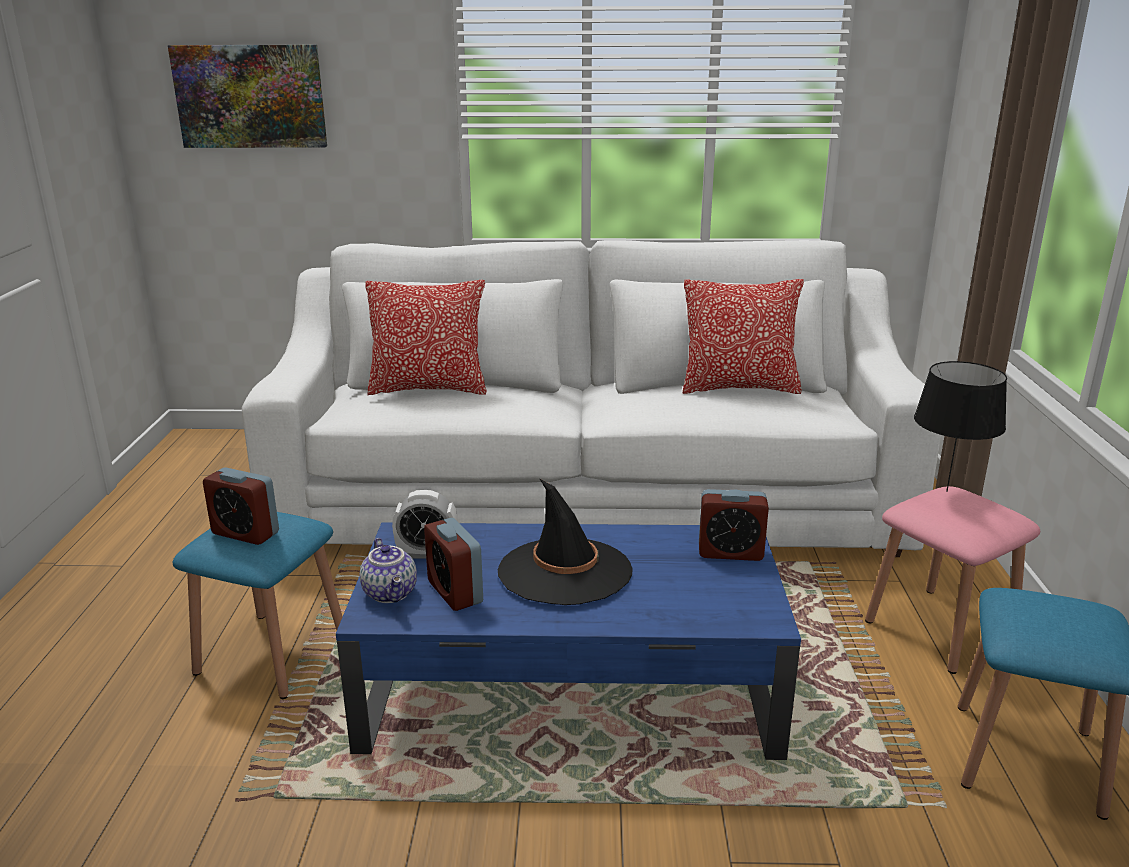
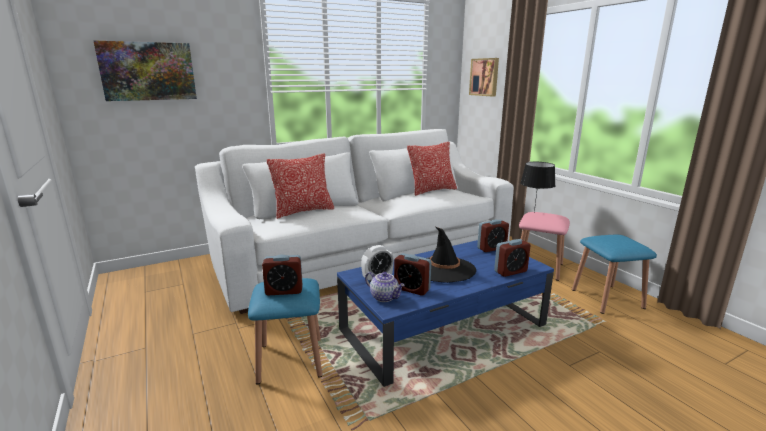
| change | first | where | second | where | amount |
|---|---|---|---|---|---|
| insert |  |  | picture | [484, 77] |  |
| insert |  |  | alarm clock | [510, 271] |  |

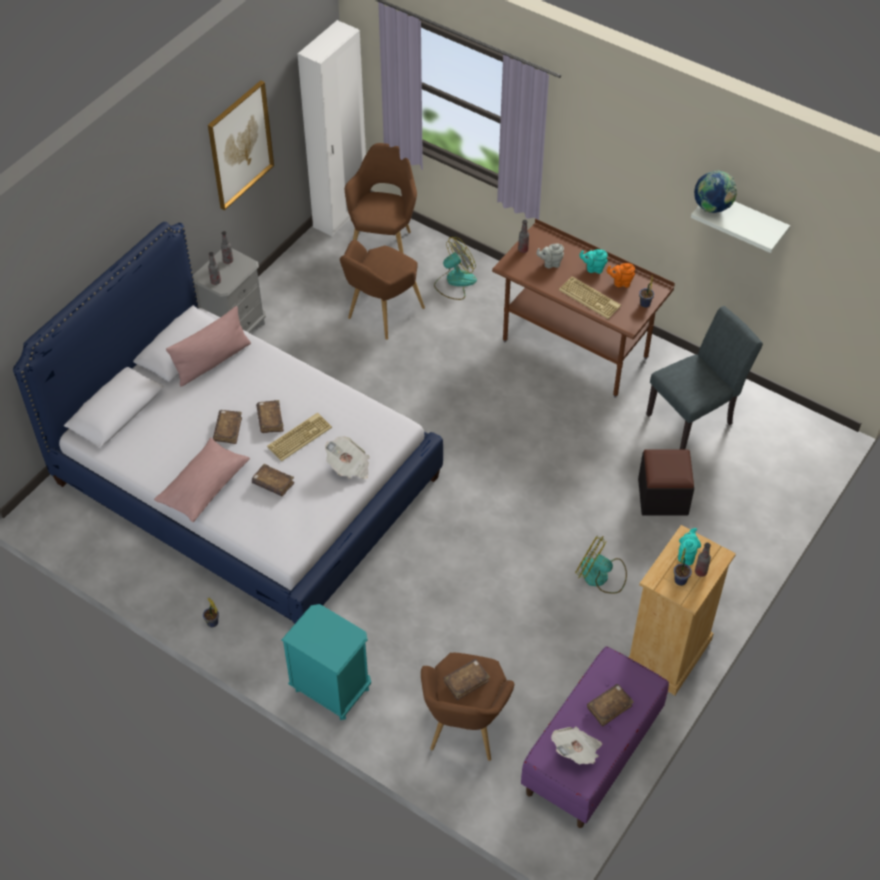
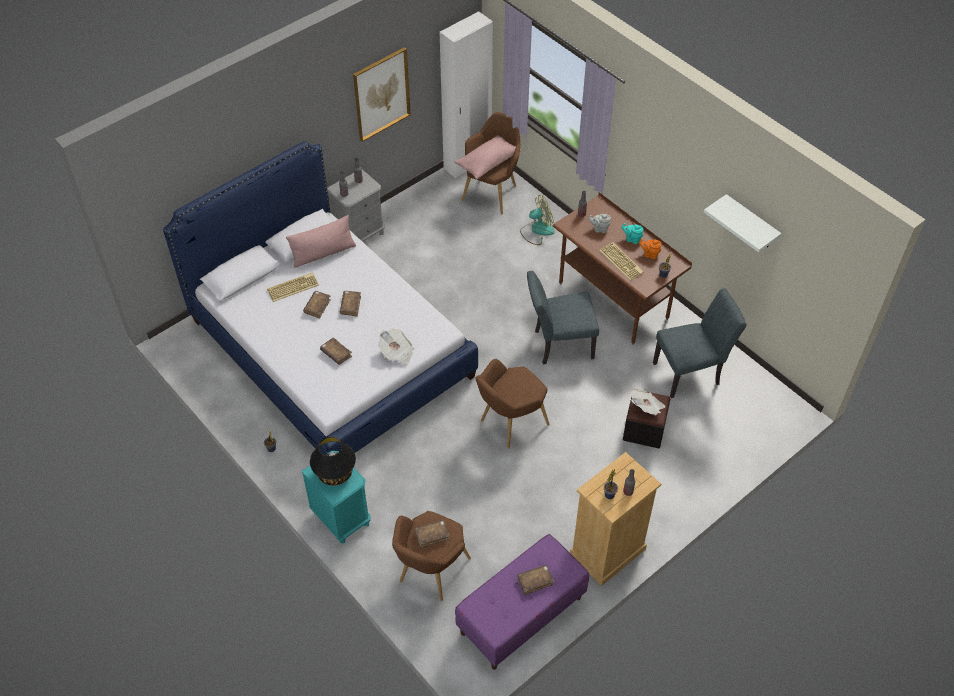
| change | first | where | second | where | amount |
|---|---|---|---|---|---|
| move | pink pillow | [204, 487] |  | [487, 163] |  |
| move | keyboard | [299, 436] |  | [293, 287] |  |
| move | brown armchair | [380, 315] |  | [509, 423] |  |
| move | newspaper | [577, 751] |  | [646, 407] |  |
| delete | fan | [601, 576] |  |  |  |
| delete | turquoise teapot | [687, 555] |  |  |  |
| delete | globe | [712, 208] |  |  |  |
| insert |  |  | black table lamp | [334, 473] |  |
| insert |  |  | grey chair | [558, 345] |  |

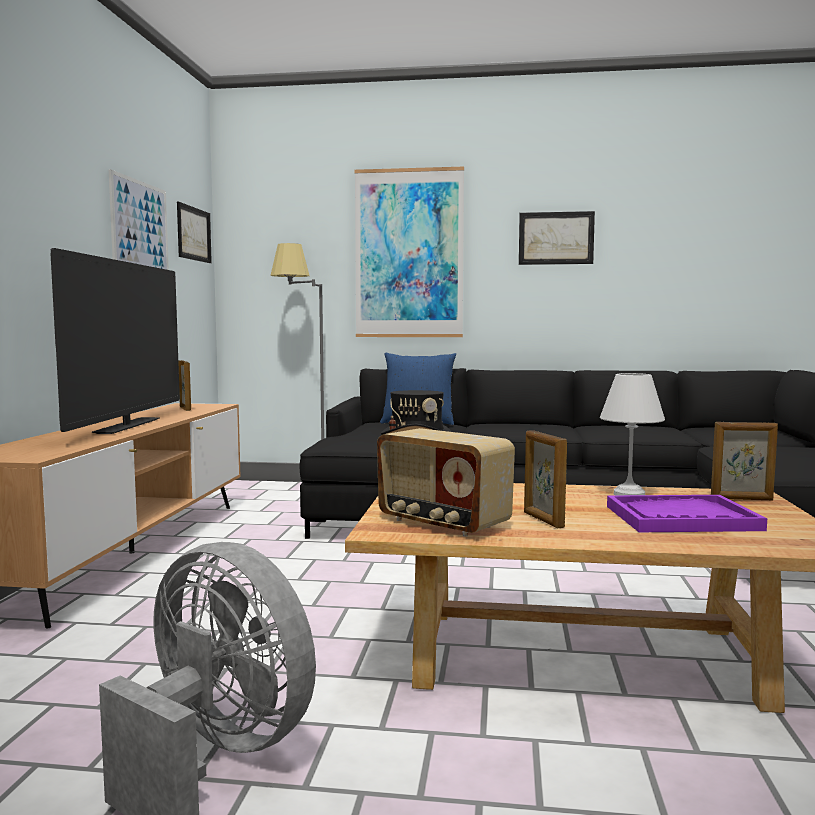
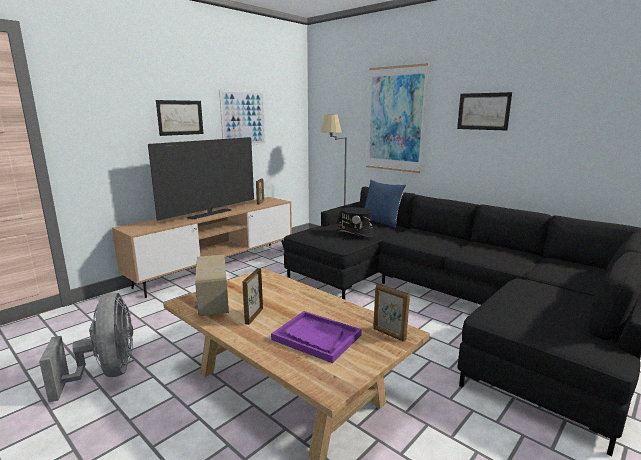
| change | first | where | second | where | amount |
|---|---|---|---|---|---|
| move | picture | [194, 234] |  | [180, 117] |  |
| delete | white table lamp | [628, 494] |  |  |  |

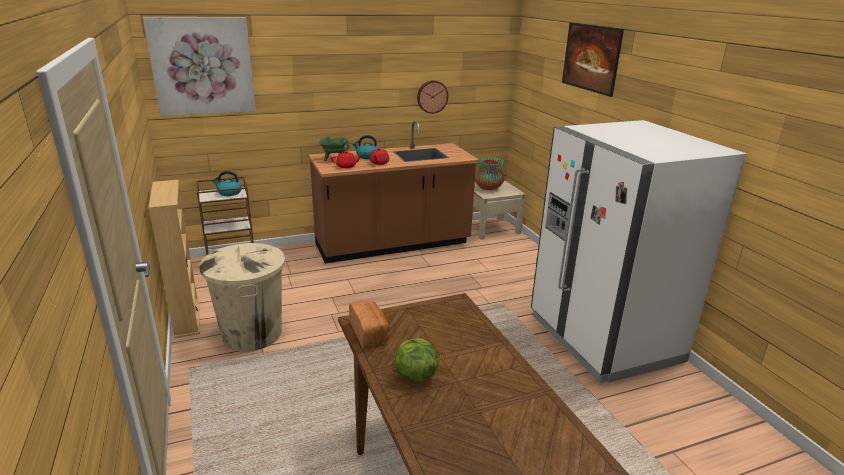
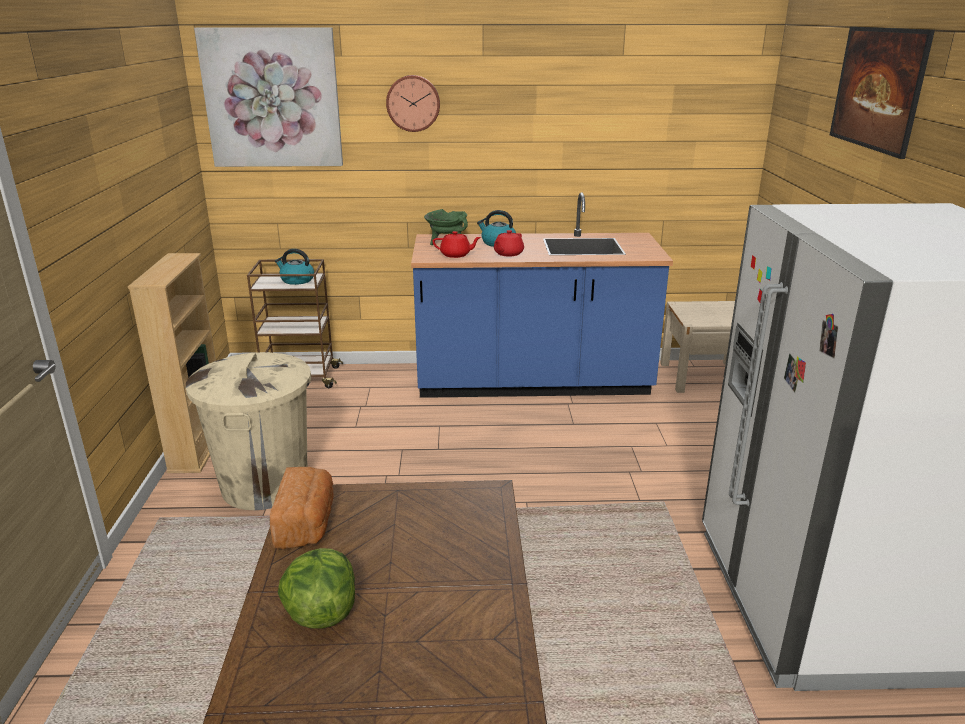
| change | first | where | second | where | amount |
|---|---|---|---|---|---|
| recolor | brown counter | [393, 245] | blue counter | [533, 384] |  |
| move | wall clock | [432, 96] |  | [413, 103] |  |
| delete | vase | [488, 188] |  |  |  |

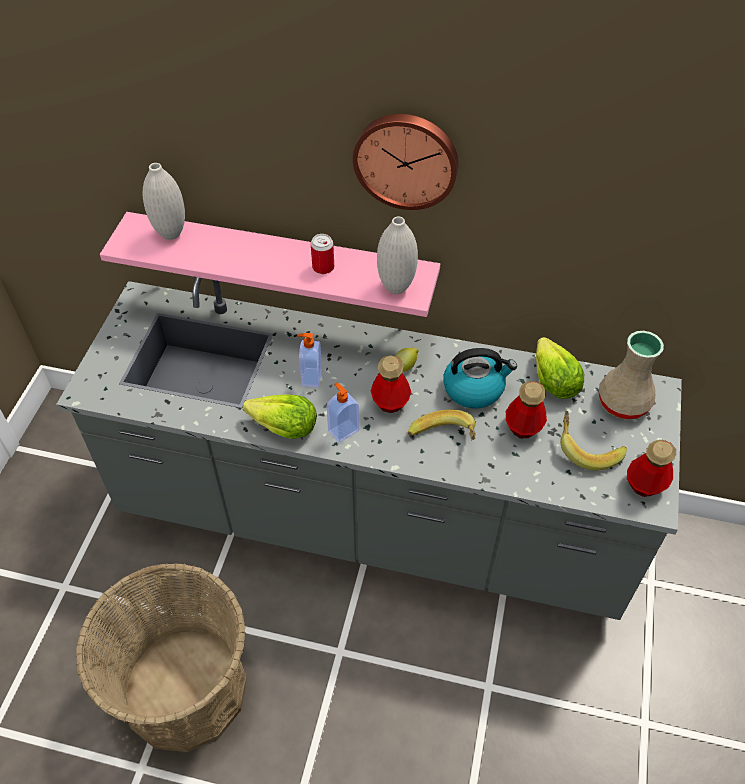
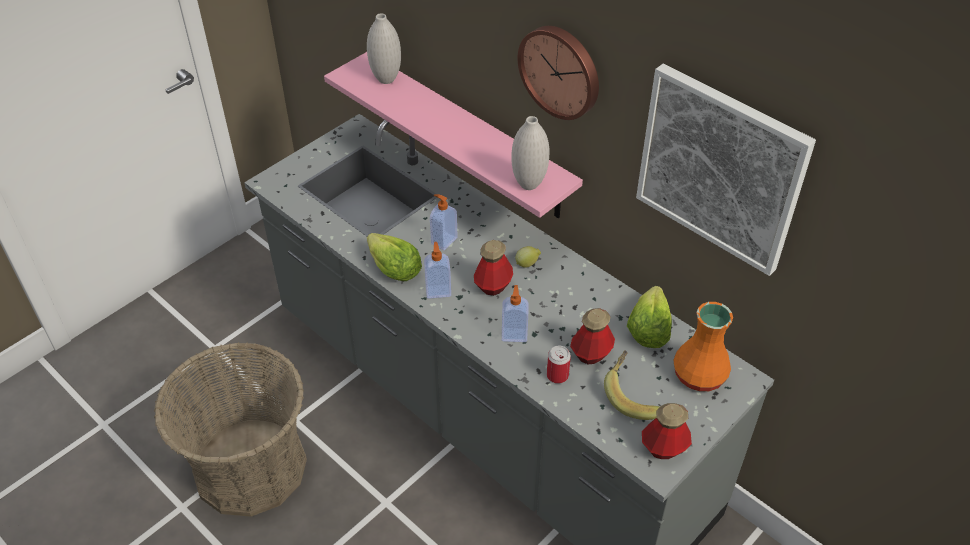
| change | first | where | second | where | amount |
|---|---|---|---|---|---|
| move | can | [323, 267] |  | [557, 375] |  |
| replace | banana | [444, 440] | soap dispenser | [514, 334] |  |
| delete | kettle | [474, 388] |  |  |  |
| recolor | beige vase | [623, 404] | orange vase | [698, 375] |  |
| insert |  |  | picture | [720, 168] |  |

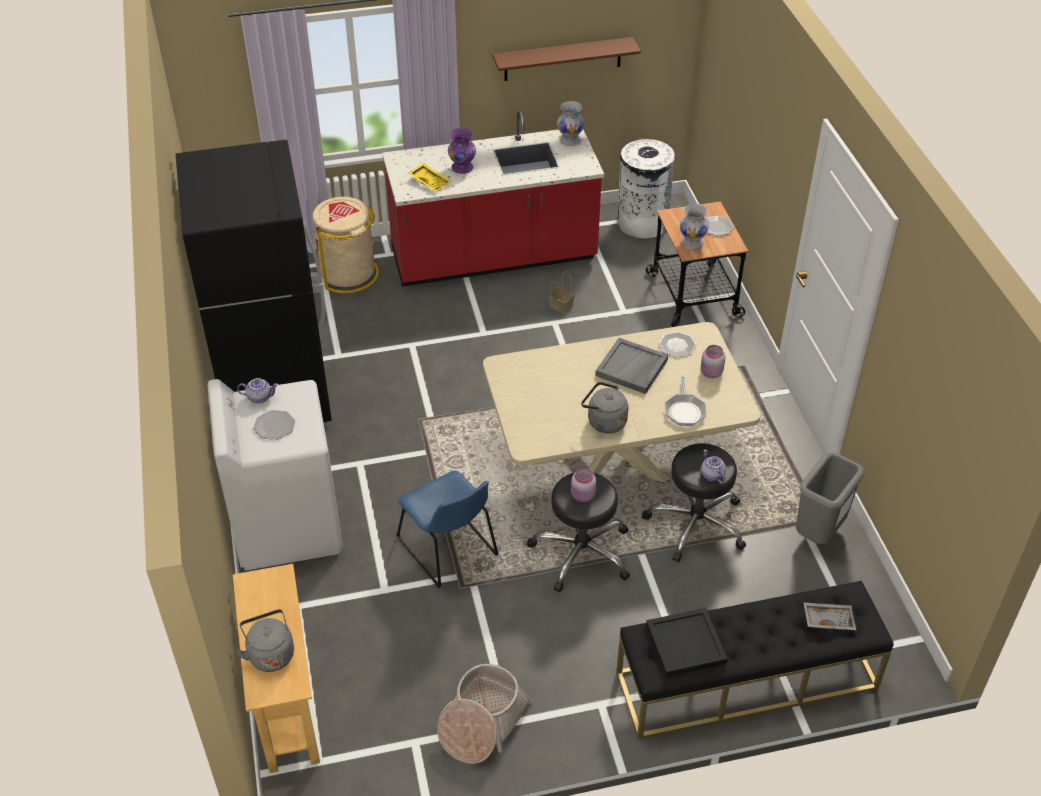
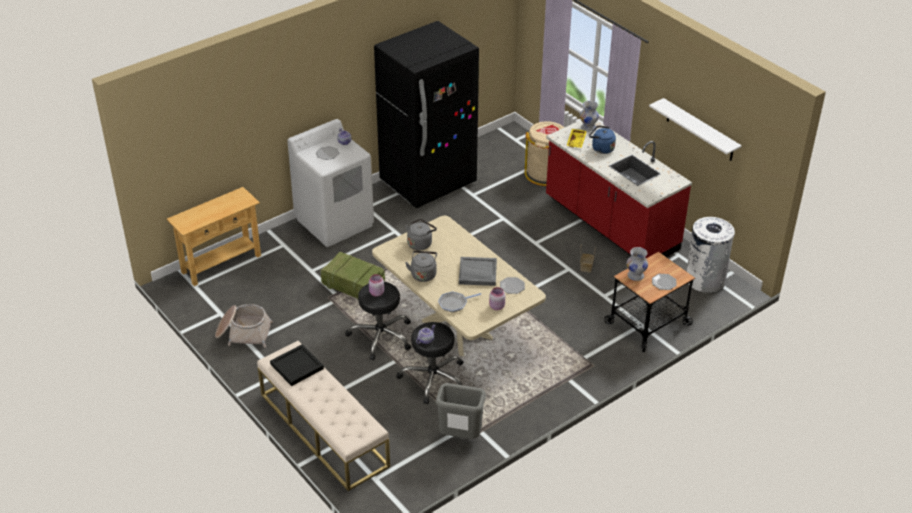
| change | first | where | second | where | amount |
|---|---|---|---|---|---|
| move | grey kettle | [270, 653] |  | [420, 243] |  |
| replace | blue chair | [449, 550] | crate | [352, 285] |  |
| replace | purple vase | [462, 168] | blue kettle | [601, 148] |  |
| recolor | brown shelf | [562, 59] | white shelf | [700, 130] |  |
| move | white vase | [570, 140] |  | [588, 127] |  |
| recolor | black bench | [746, 680] | beige bench | [323, 430] |  |
| delete | grey tray | [828, 619] |  |  |  |

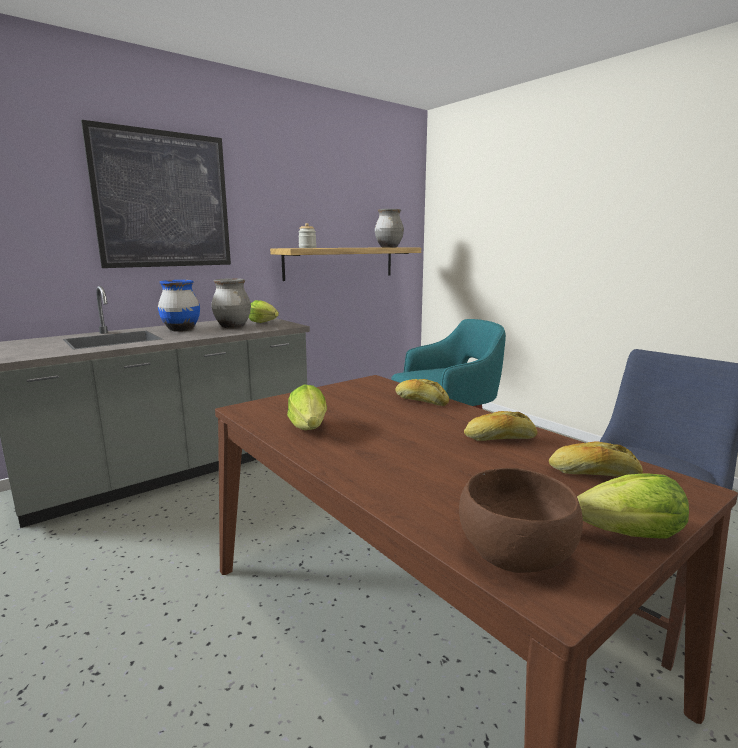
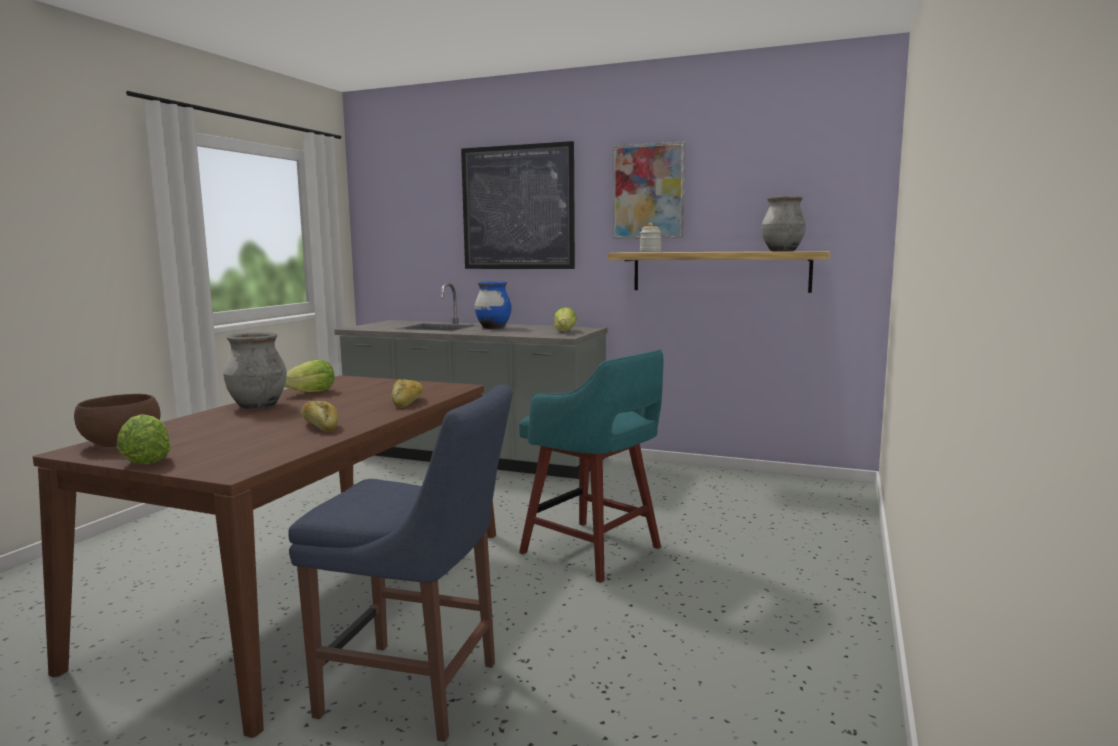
| change | first | where | second | where | amount |
|---|---|---|---|---|---|
| move | grey vase | [232, 327] |  | [258, 406] |  |
| delete | bread | [593, 474] |  |  |  |
| insert |  |  | picture | [648, 191] |  |

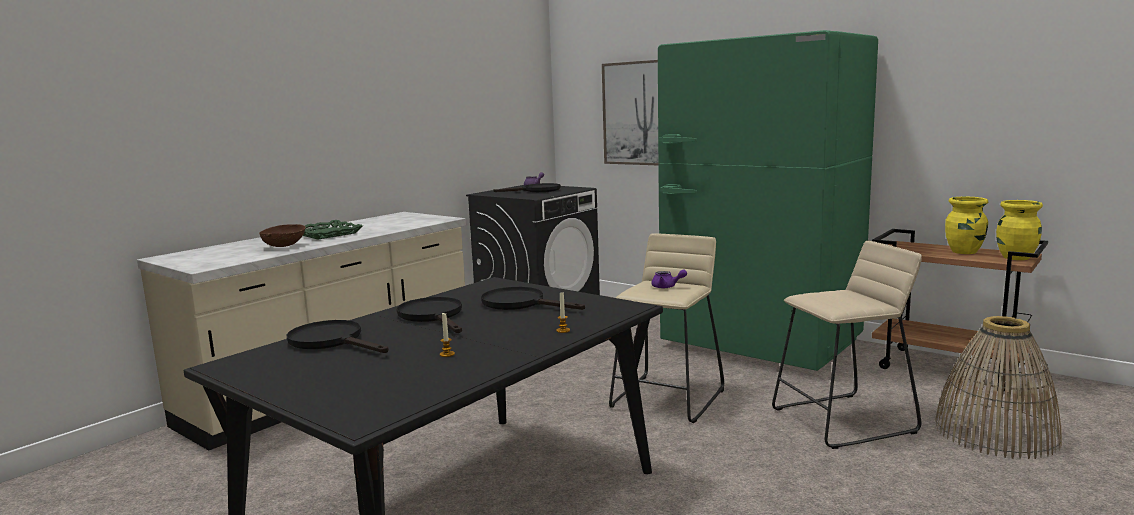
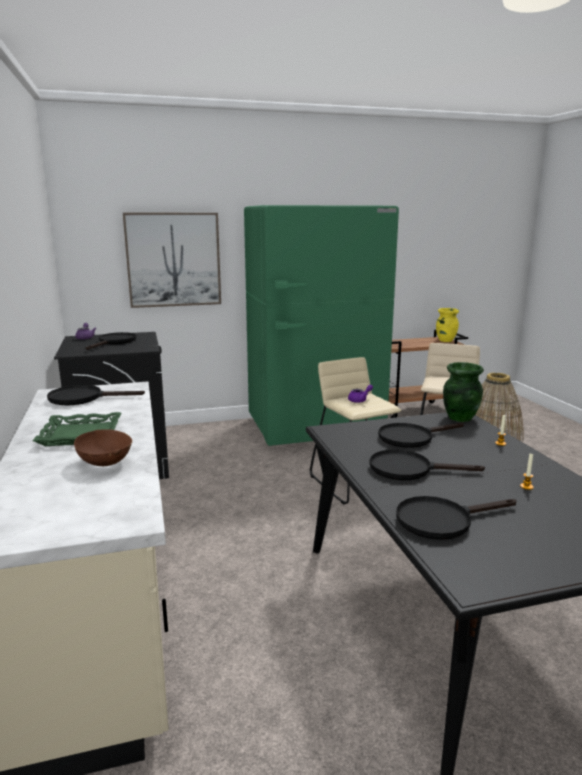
| change | first | where | second | where | amount |
|---|---|---|---|---|---|
| delete | yellow vase | [964, 252] |  |  |  |
| insert |  |  | black frying pan | [83, 398] |  |
| insert |  |  | green vase | [459, 418] |  |

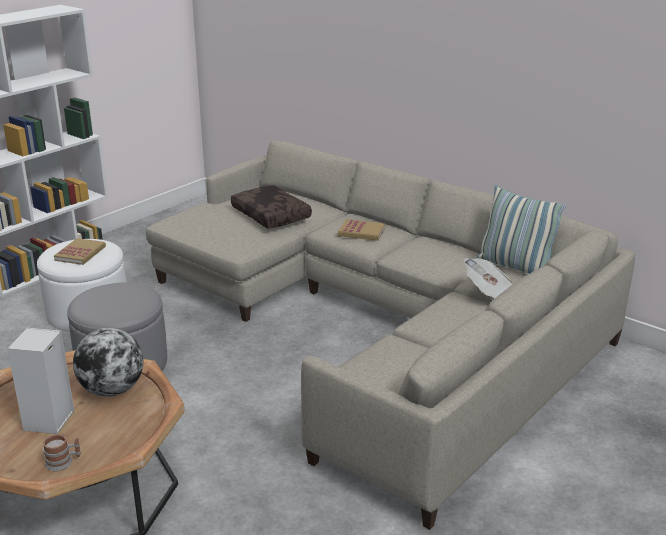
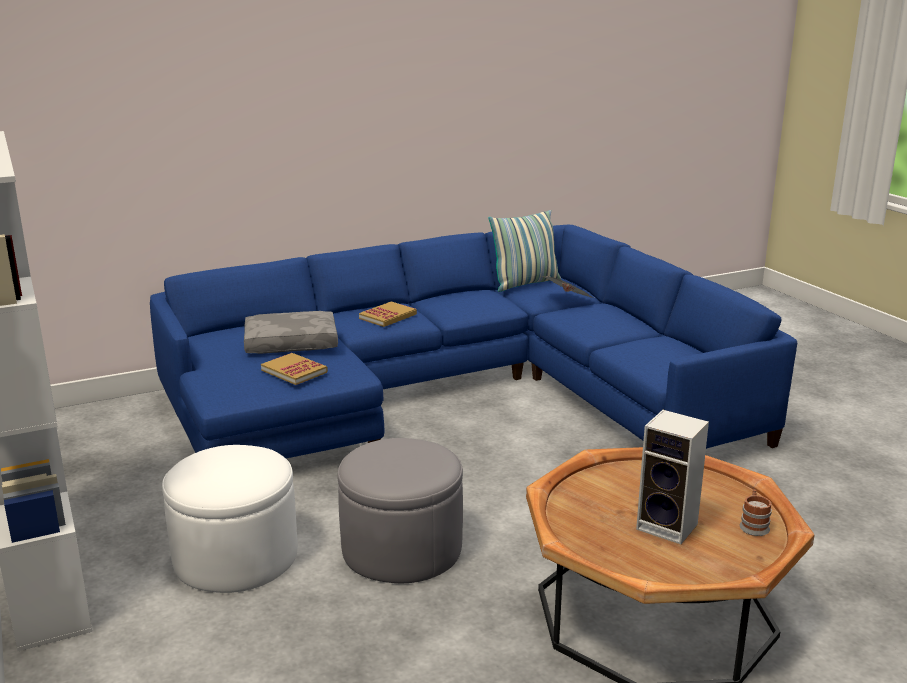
| change | first | where | second | where | amount |
|---|---|---|---|---|---|
| move | book | [80, 253] |  | [294, 371] |  |
| delete | globe | [112, 390] |  |  |  |
| recolor | beige sofa | [381, 325] | blue sofa | [456, 395] |  |
| recolor | brown pillow | [272, 215] | grey pillow | [292, 343] |  |

